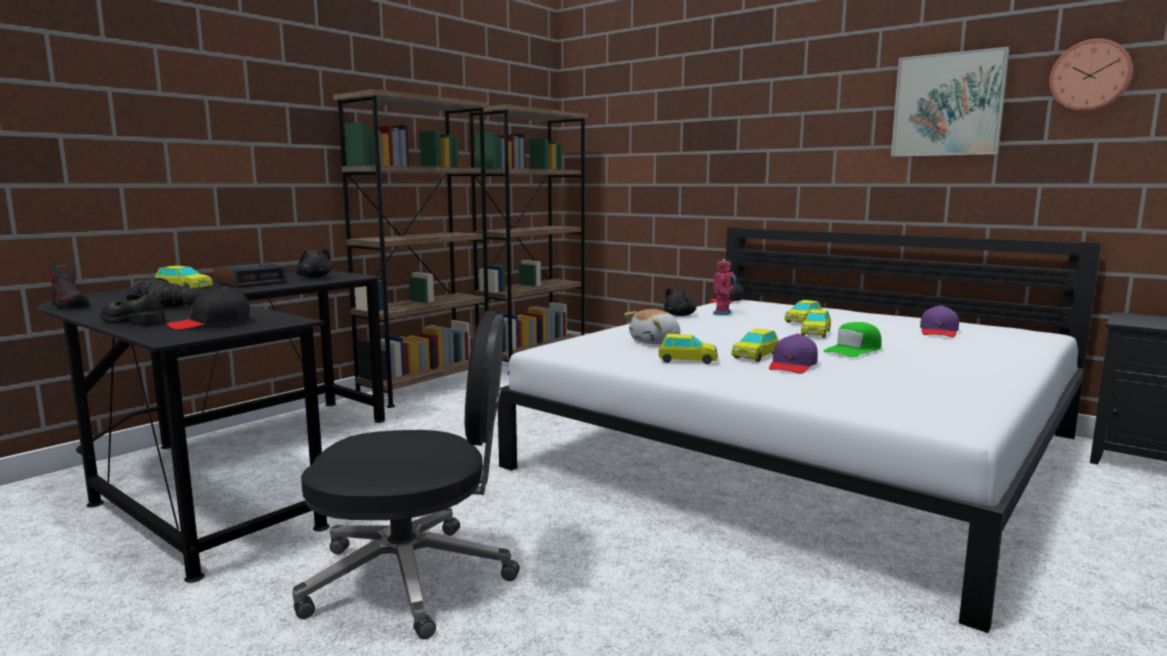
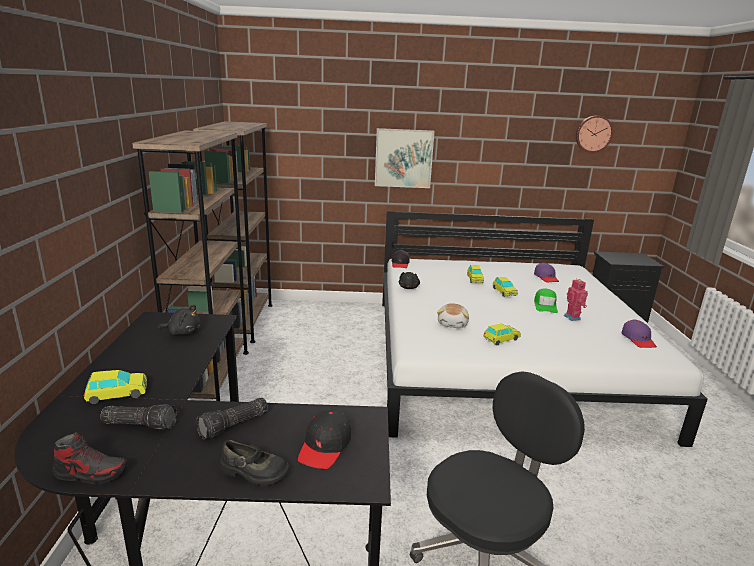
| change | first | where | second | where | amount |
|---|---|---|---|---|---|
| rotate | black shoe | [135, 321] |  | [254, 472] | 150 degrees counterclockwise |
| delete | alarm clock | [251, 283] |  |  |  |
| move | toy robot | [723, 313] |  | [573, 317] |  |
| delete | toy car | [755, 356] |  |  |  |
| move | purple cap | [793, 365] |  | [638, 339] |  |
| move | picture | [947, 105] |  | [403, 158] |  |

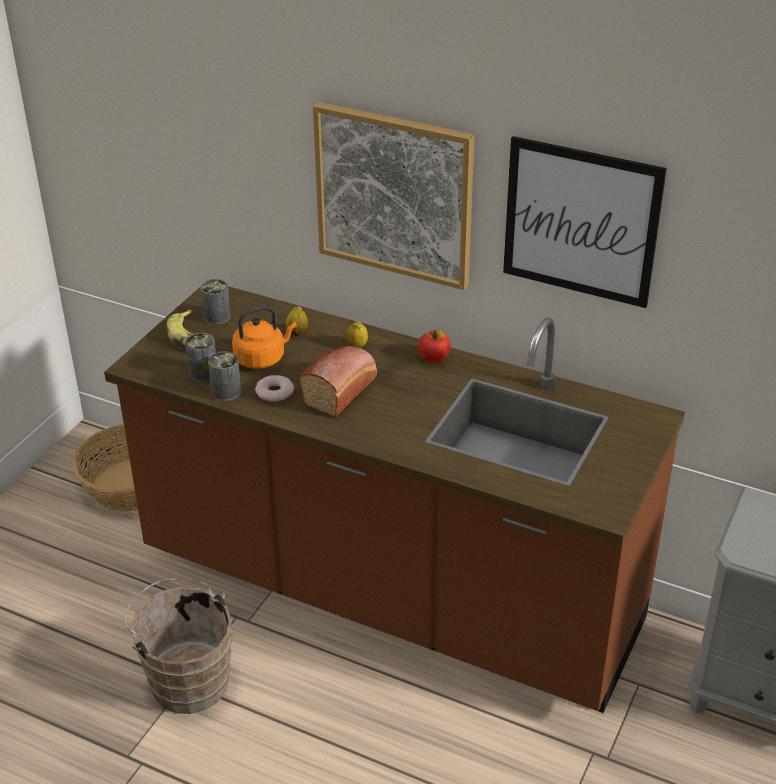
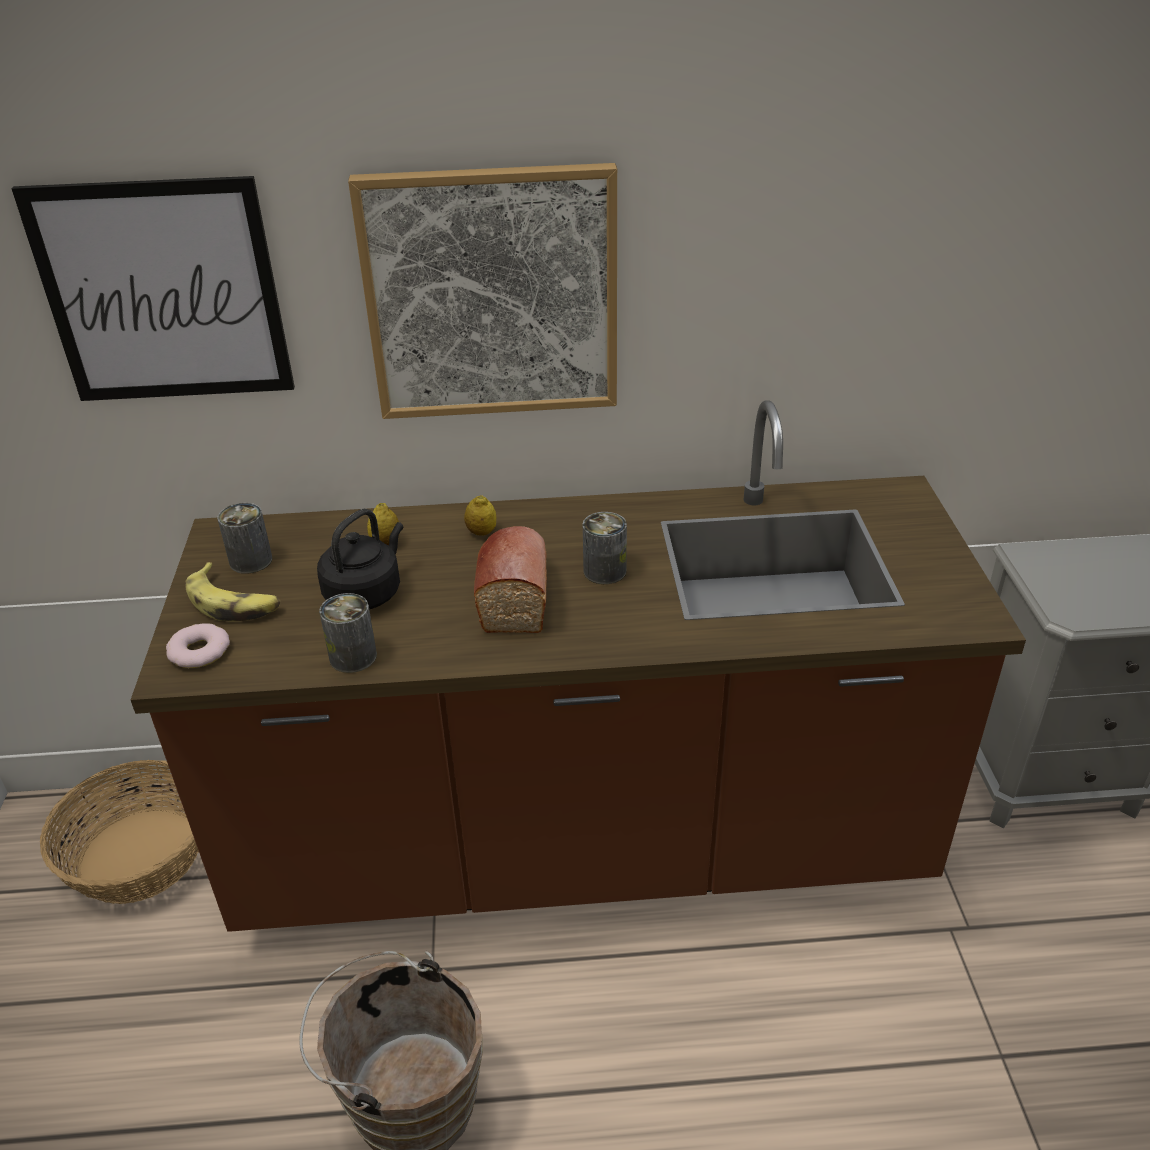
| change | first | where | second | where | amount |
|---|---|---|---|---|---|
| move | can | [203, 372] |  | [604, 571] |  |
| recolor | orange kettle | [262, 358] | black kettle | [366, 592] |  |
| move | donut | [274, 392] |  | [199, 651] |  |
| delete | apple | [434, 358] |  |  |  |
| move | picture | [581, 222] |  | [163, 293] |  |

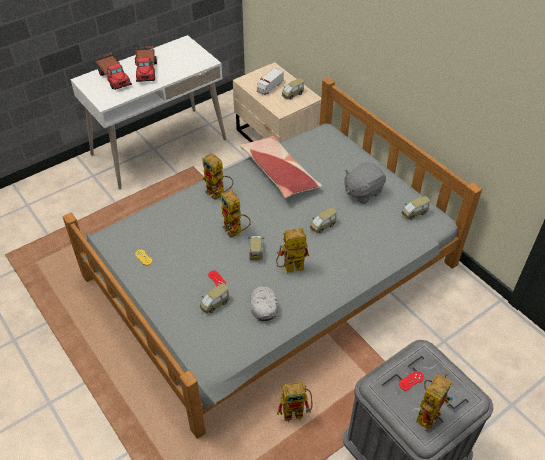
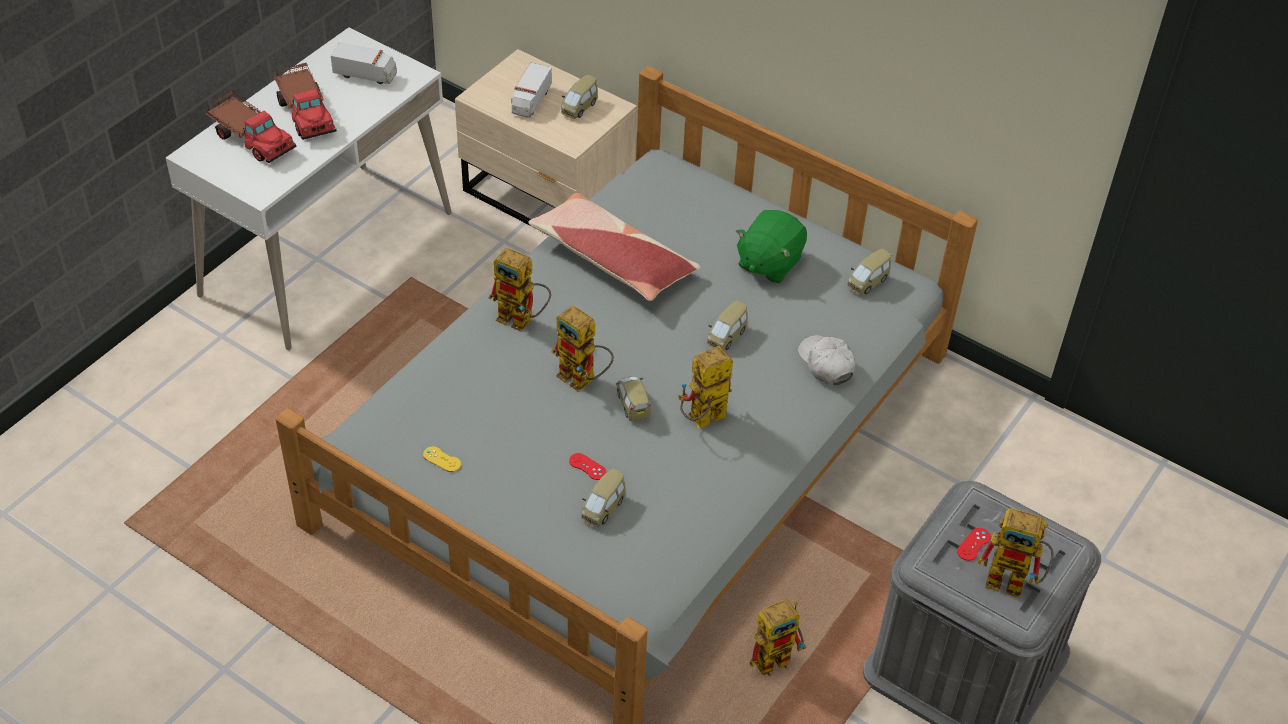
| change | first | where | second | where | amount |
|---|---|---|---|---|---|
| move | white cap | [263, 306] |  | [826, 364] |  |
| recolor | grey plush toy | [362, 192] | green plush toy | [768, 263] |  |
| rotate | toy robot | [428, 411] |  | [1014, 582] | 90 degrees clockwise |
| insert |  |  | toy truck | [366, 75] |  |

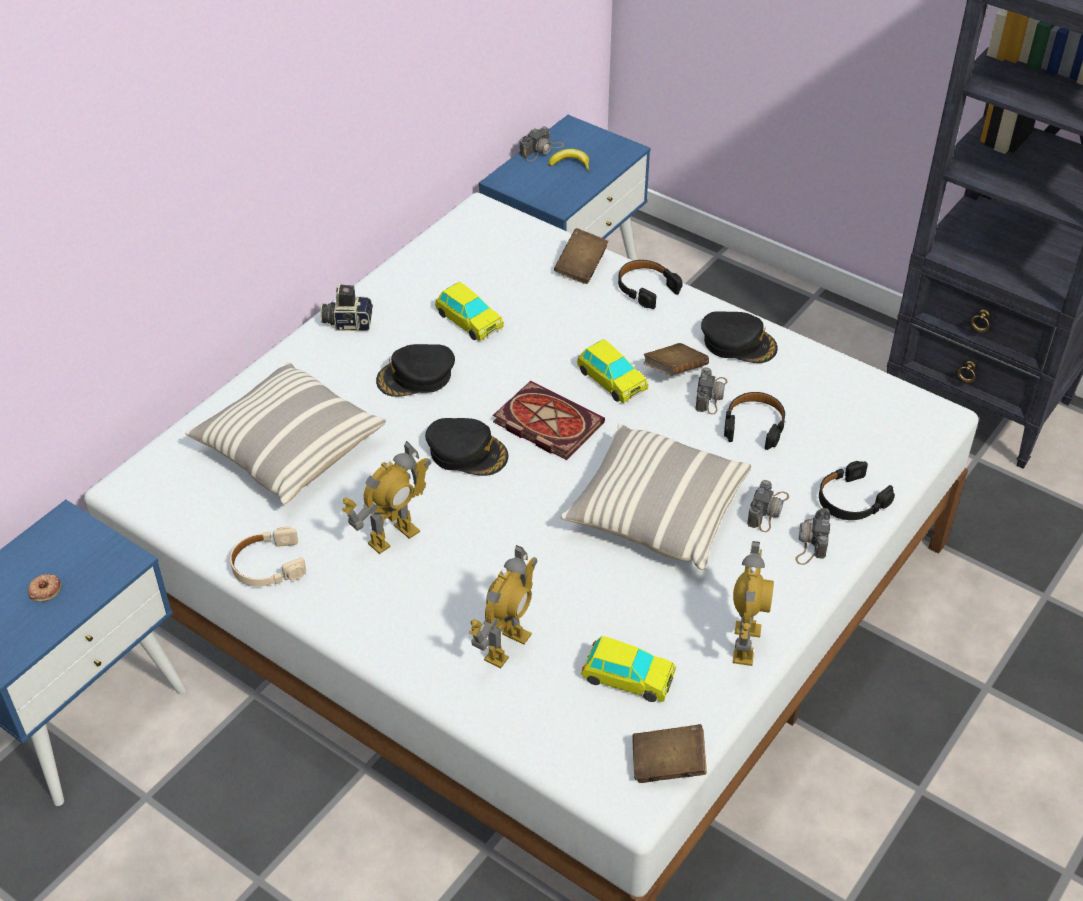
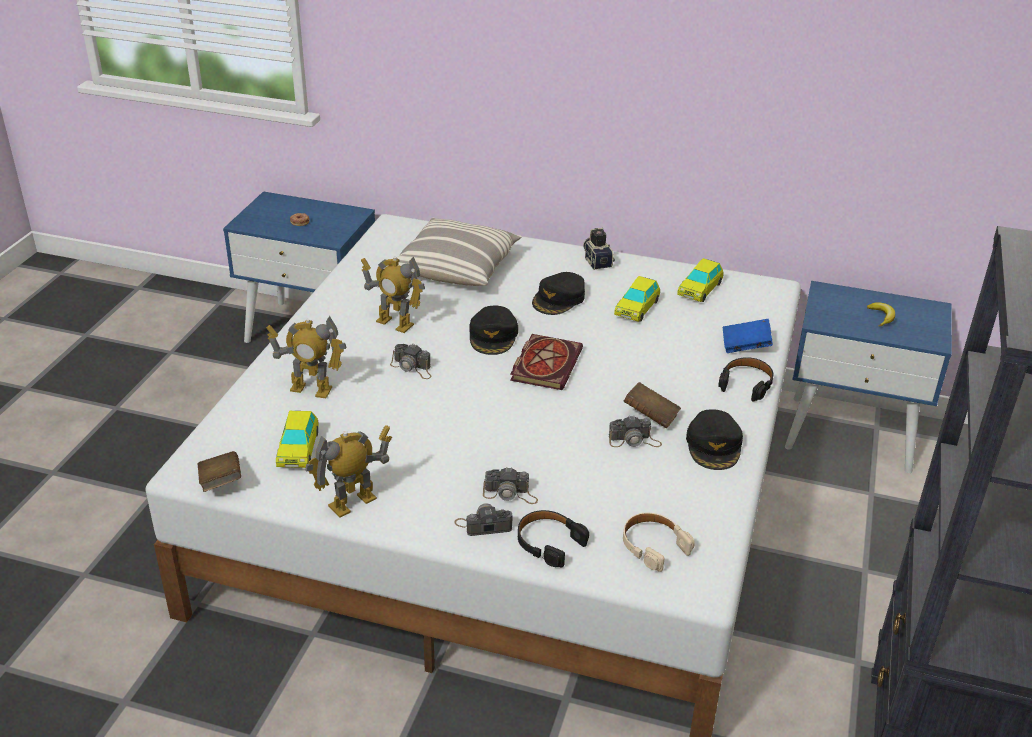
| change | first | where | second | where | amount |
|---|---|---|---|---|---|
| move | beige headphones | [268, 565] |  | [653, 546] |  |
| rotate | black cap | [416, 377] |  | [559, 299] | 105 degrees counterclockwise |
| move | photo camera | [541, 150] |  | [412, 368] |  |
| recolor | brown book | [581, 267] | blue book | [745, 346] |  |
| delete | pillow | [656, 512] |  |  |  |
| move | toy car | [612, 381] |  | [699, 290] |  |
| delete | black headphones | [754, 425] |  |  |  |
| rotate | toy robot | [744, 643] |  | [353, 503] | 150 degrees clockwise |

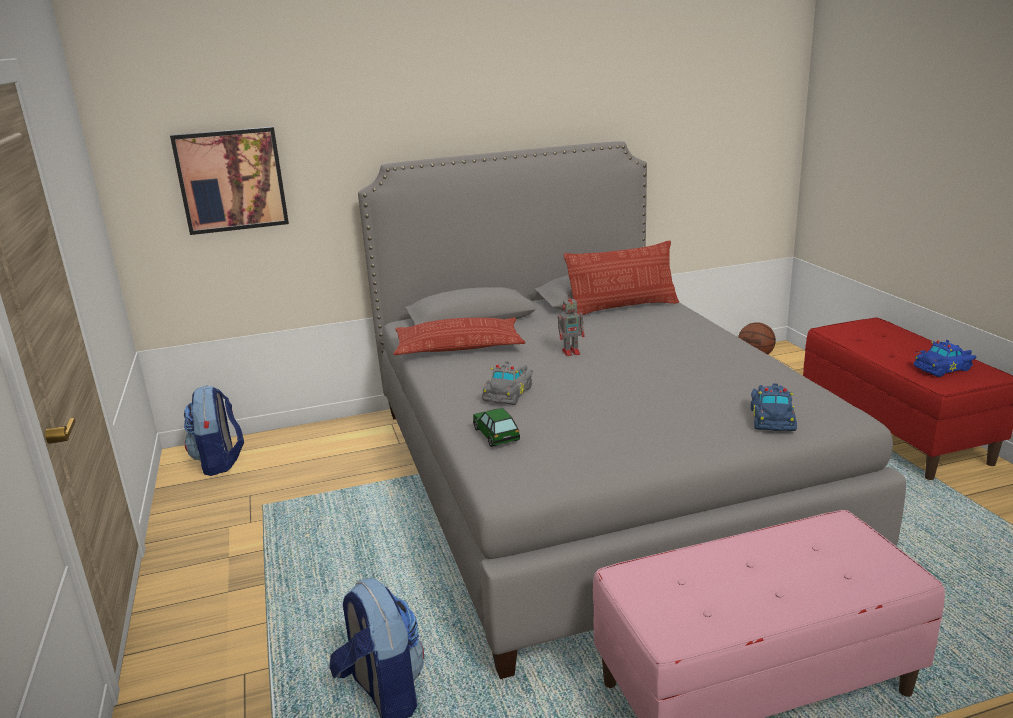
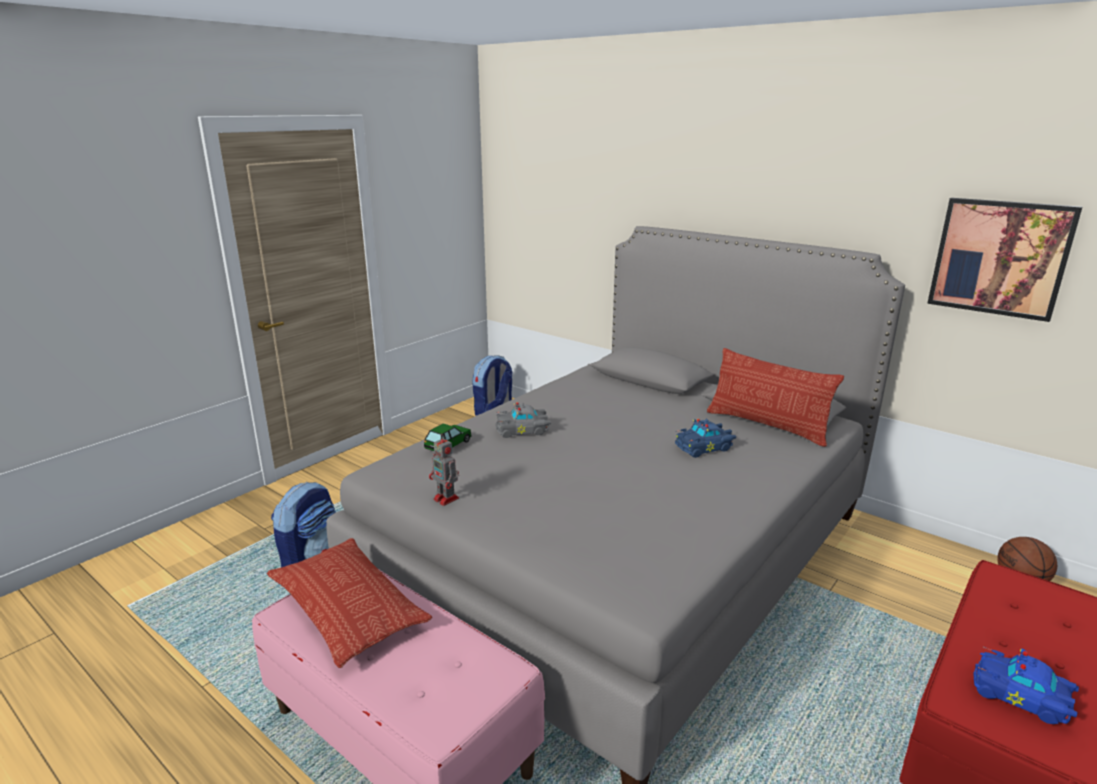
| change | first | where | second | where | amount |
|---|---|---|---|---|---|
| move | picture | [231, 180] |  | [1000, 257] |  |
| move | pillow | [458, 346] |  | [347, 607] |  |
| move | toy robot | [572, 352] |  | [447, 499] |  |
| move | blue toy car | [773, 418] |  | [705, 447] |  |

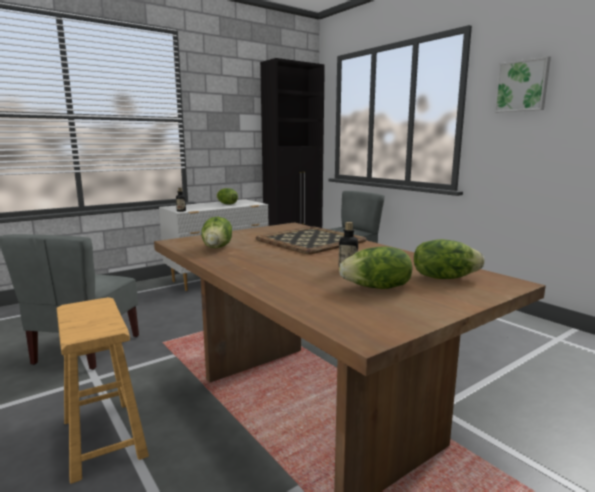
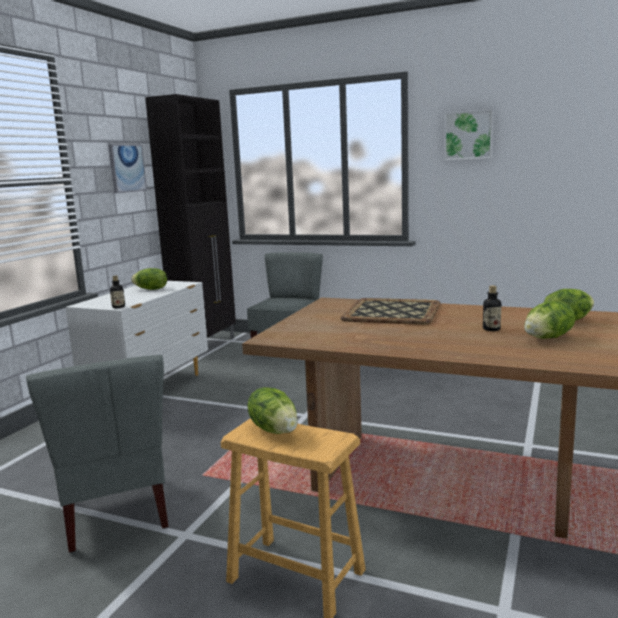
| change | first | where | second | where | amount |
|---|---|---|---|---|---|
| move | lettuce | [218, 247] |  | [275, 429] |  |
| insert |  |  | picture | [127, 168] |  |

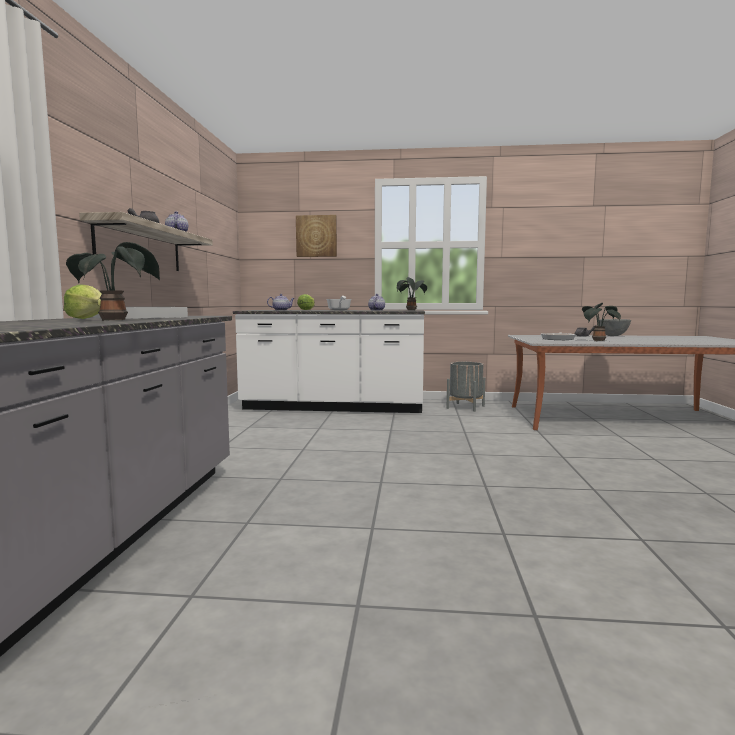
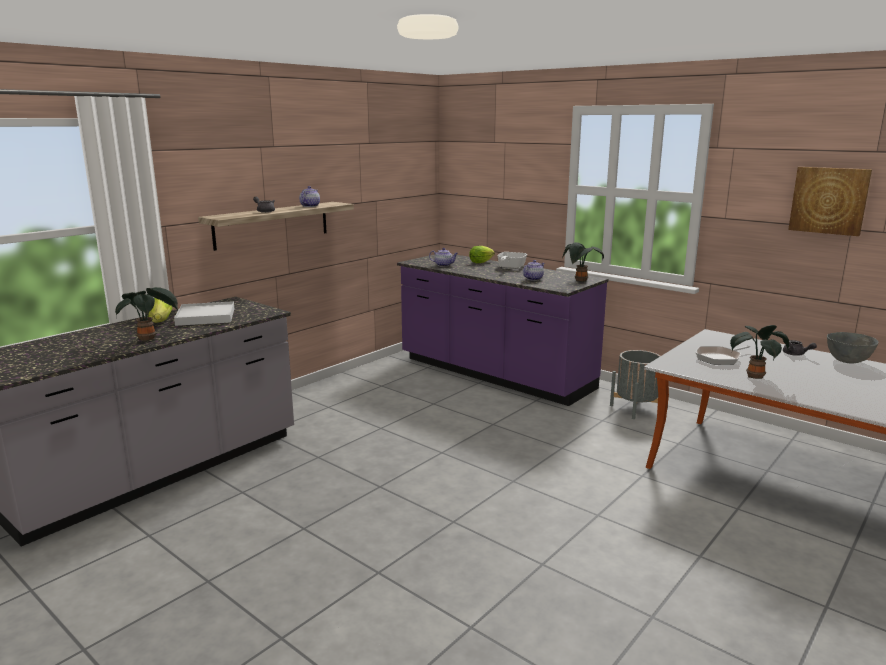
| change | first | where | second | where | amount |
|---|---|---|---|---|---|
| recolor | white counter | [333, 407] | purple counter | [494, 374] |  |
| move | picture | [316, 236] |  | [829, 200] |  |

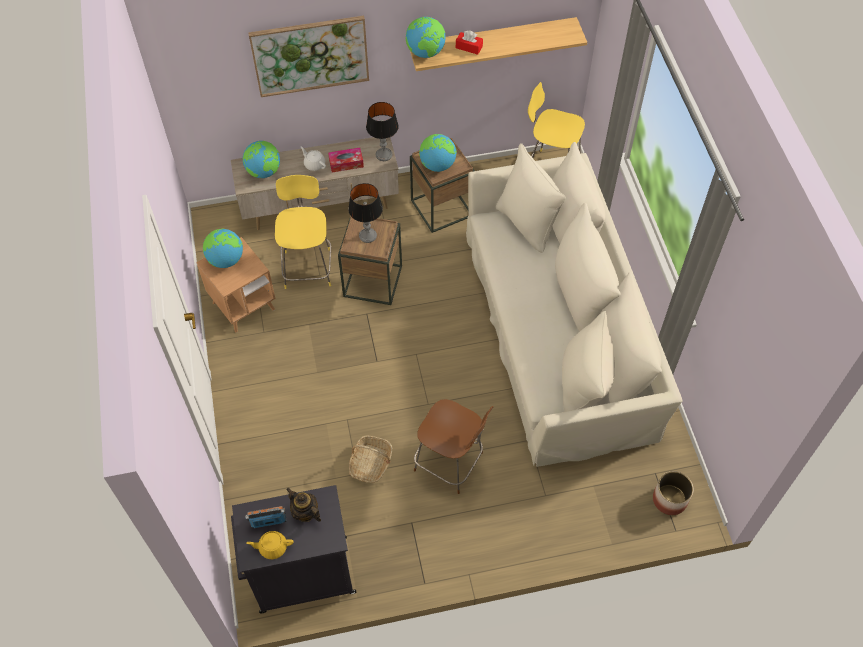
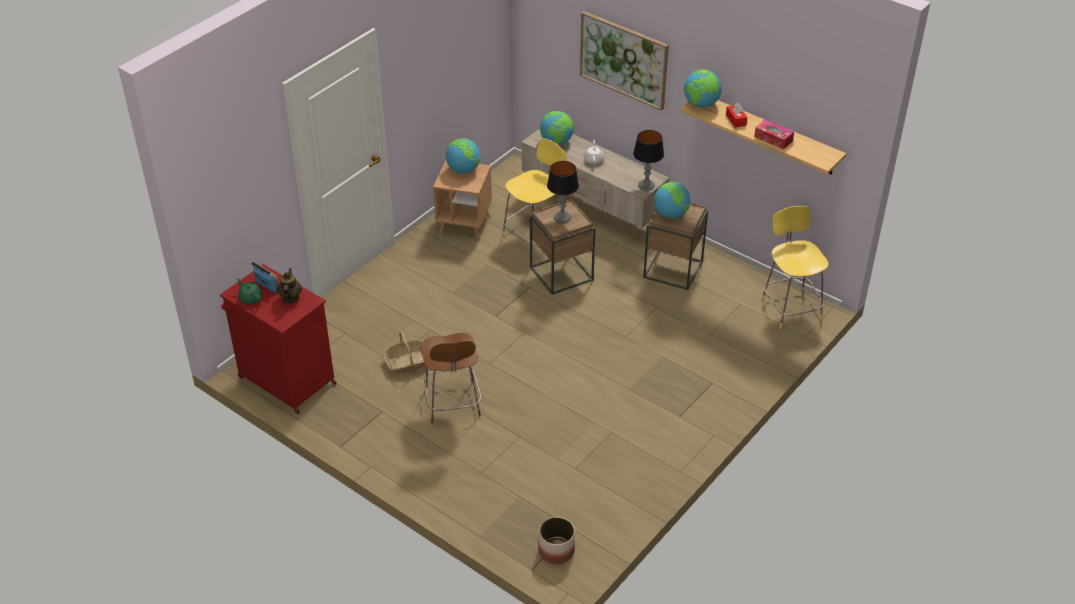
| change | first | where | second | where | amount |
|---|---|---|---|---|---|
| recolor | black cabinet | [301, 575] | red cabinet | [285, 380] |  |
| recolor | yellow teapot | [272, 547] | green teapot | [250, 298] |  |
| move | tissue box | [346, 163] |  | [773, 139] |  |
| delete | beige sofa | [557, 331] |  |  |  |

